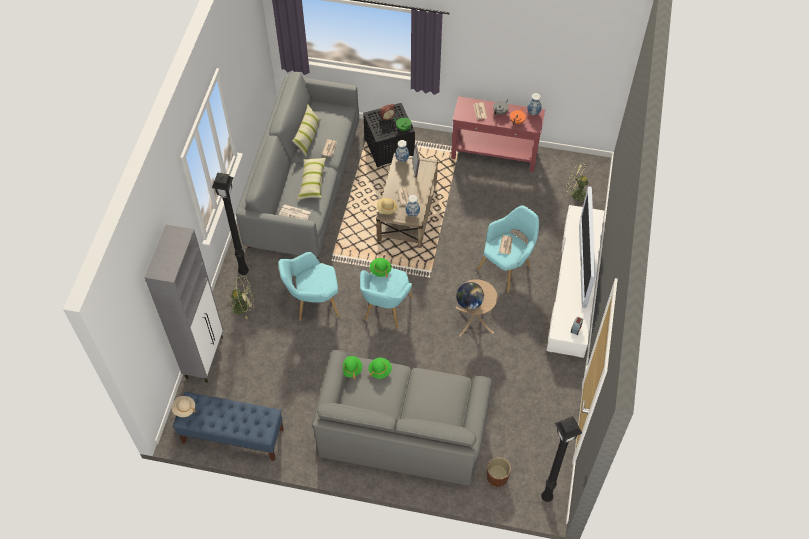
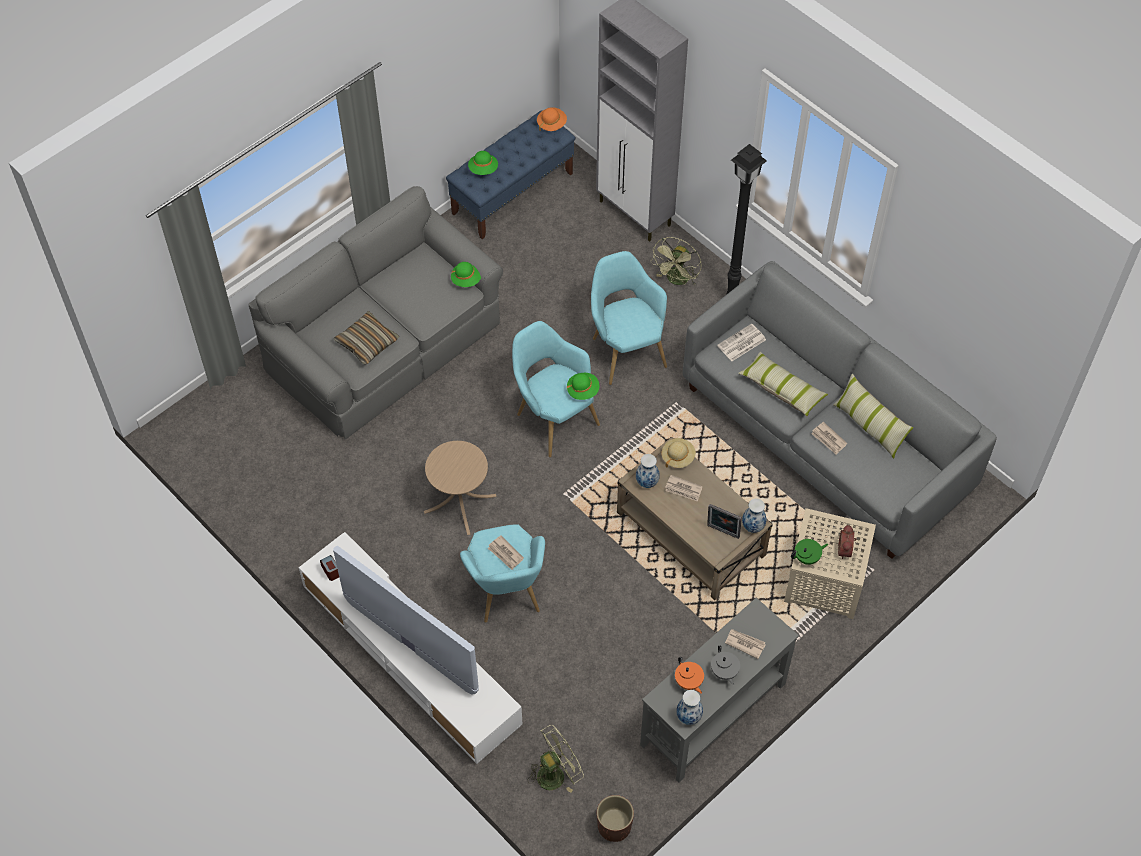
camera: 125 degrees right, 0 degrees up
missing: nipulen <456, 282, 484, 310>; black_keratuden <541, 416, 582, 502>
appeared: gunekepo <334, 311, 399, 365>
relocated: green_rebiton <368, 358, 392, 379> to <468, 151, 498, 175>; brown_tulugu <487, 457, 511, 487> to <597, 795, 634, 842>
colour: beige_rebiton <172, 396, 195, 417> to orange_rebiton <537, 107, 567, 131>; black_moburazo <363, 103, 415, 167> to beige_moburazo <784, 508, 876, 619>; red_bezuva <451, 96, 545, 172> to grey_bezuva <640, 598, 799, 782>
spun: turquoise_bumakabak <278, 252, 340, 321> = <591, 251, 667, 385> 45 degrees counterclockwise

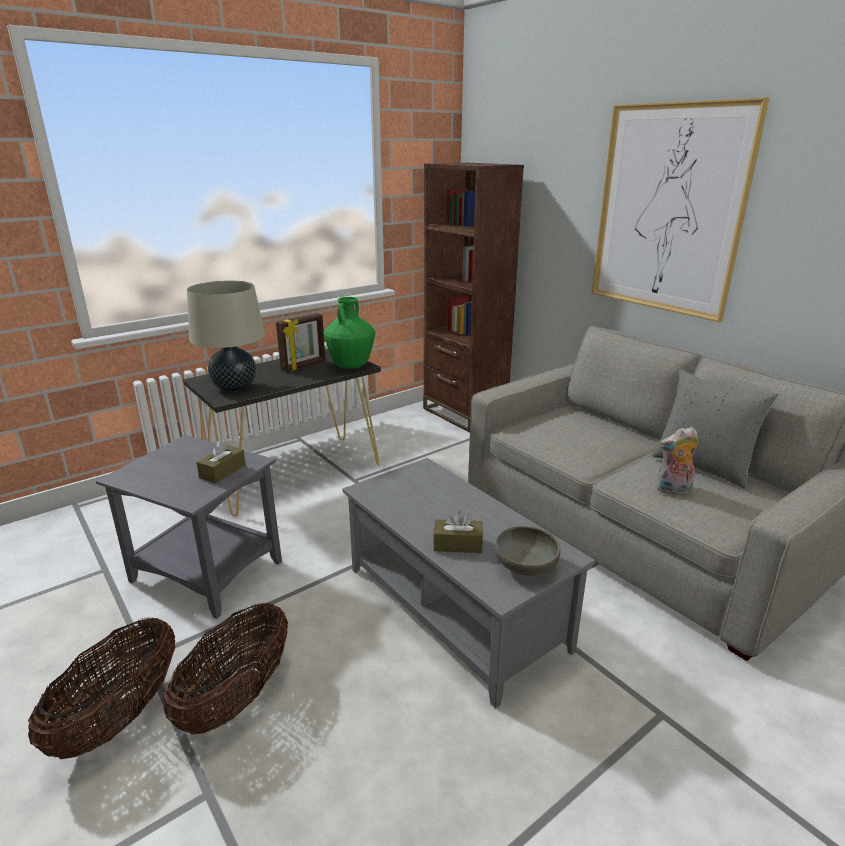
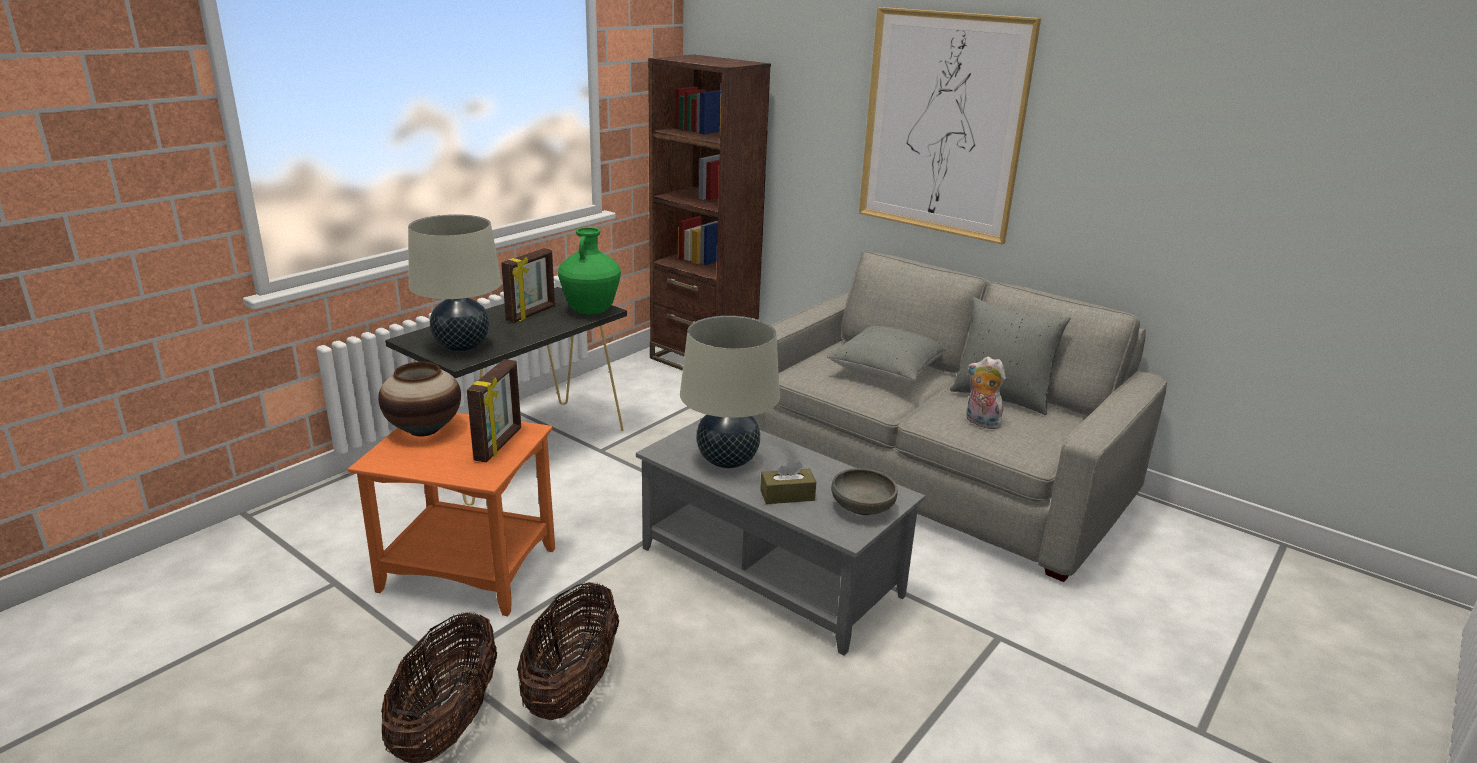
camera: 15 degrees left, 0 degrees up
appeared: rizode <378, 362, 461, 437>; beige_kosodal <680, 316, 780, 468>; grey_gunekepo <827, 326, 946, 382>
exchanged: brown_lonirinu <196, 439, 246, 484> to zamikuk <467, 359, 521, 462>
colour: grey_moburazo <96, 435, 282, 619> to orange_moburazo <348, 413, 555, 616>
spun: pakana <657, 427, 698, 495> = <966, 356, 1006, 429> 60 degrees clockwise

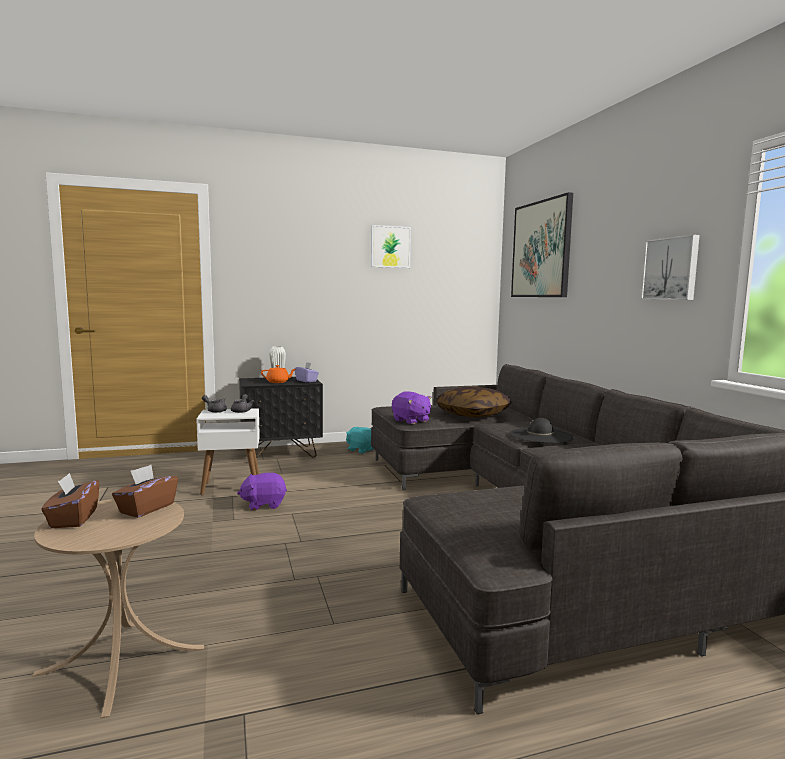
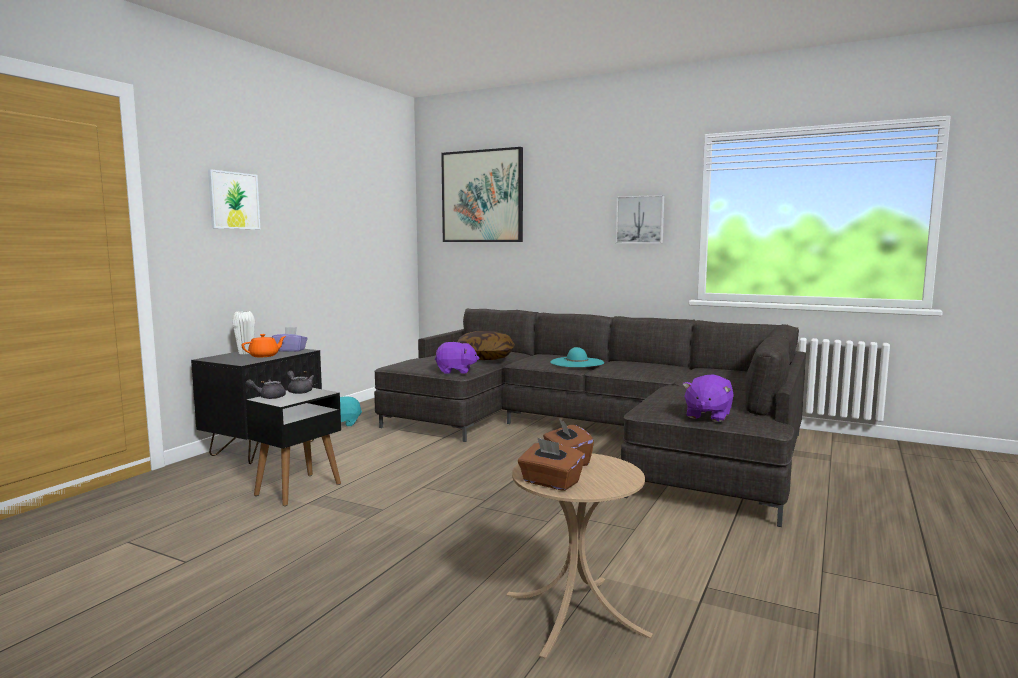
camera: 45 degrees left, 0 degrees up
relocated: purple_pakana <237, 473, 287, 510> to <682, 374, 734, 422>; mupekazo <371, 225, 411, 268> to <208, 169, 260, 229>
colour: white_moburazo <196, 408, 260, 495> to black_moburazo <246, 388, 341, 506>; black_rebiton <509, 418, 573, 443> to turquoise_rebiton <550, 347, 604, 367>

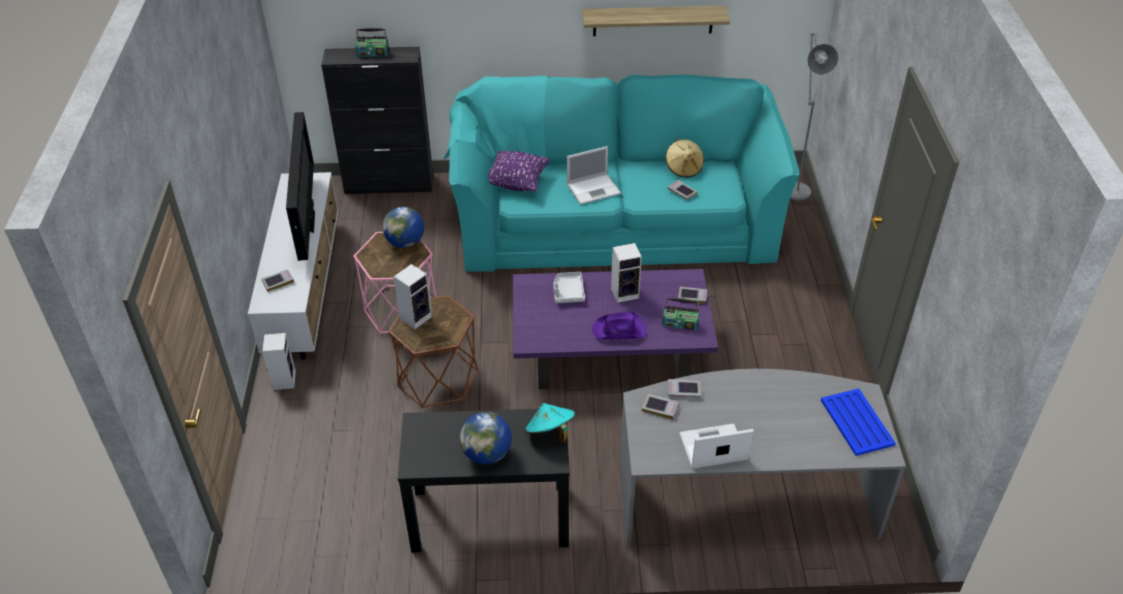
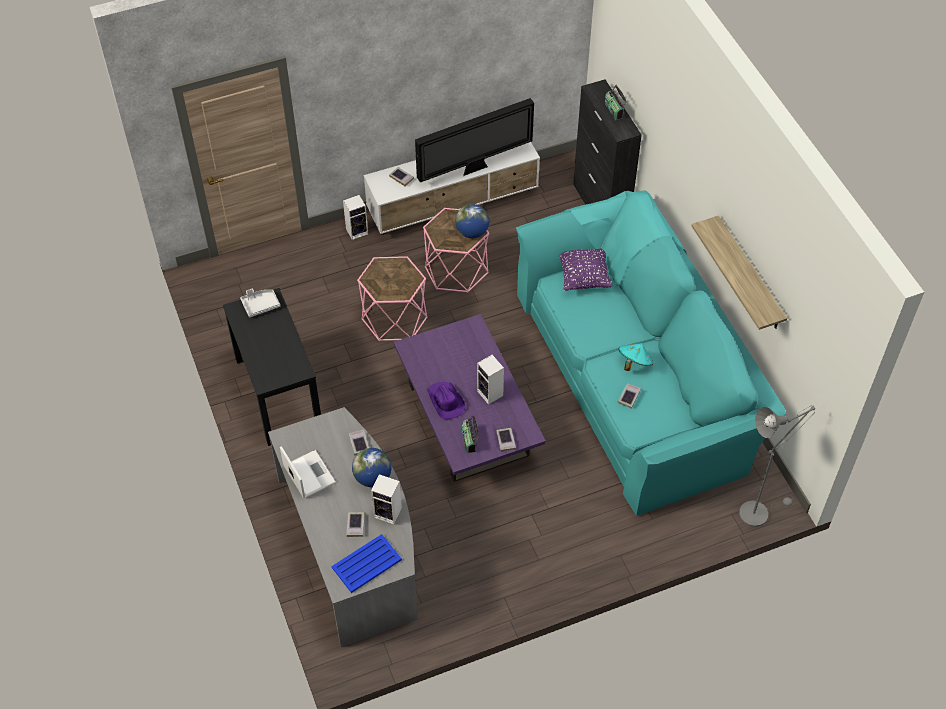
camera: 70 degrees right, 10 degrees up
missing: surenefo <567, 146, 621, 205>; beige_rebiton <666, 139, 704, 178>
relocated: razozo <393, 264, 432, 329> to <371, 474, 402, 525>; nipulen <460, 412, 512, 464> to <352, 448, 392, 487>; turquoise_rebiton <525, 403, 575, 443> to <618, 343, 653, 371>; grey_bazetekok <553, 272, 585, 303> to <240, 289, 280, 317>; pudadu <642, 394, 679, 420> to <346, 512, 365, 537>
colour: brown_moburazo <388, 295, 479, 408> to pink_moburazo <357, 256, 427, 341>

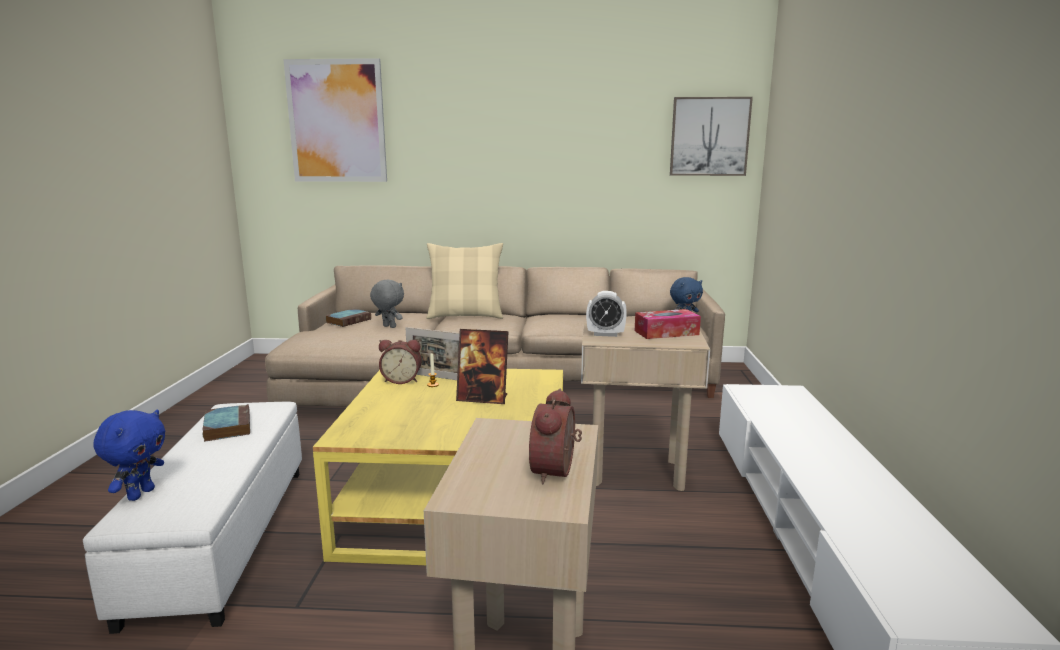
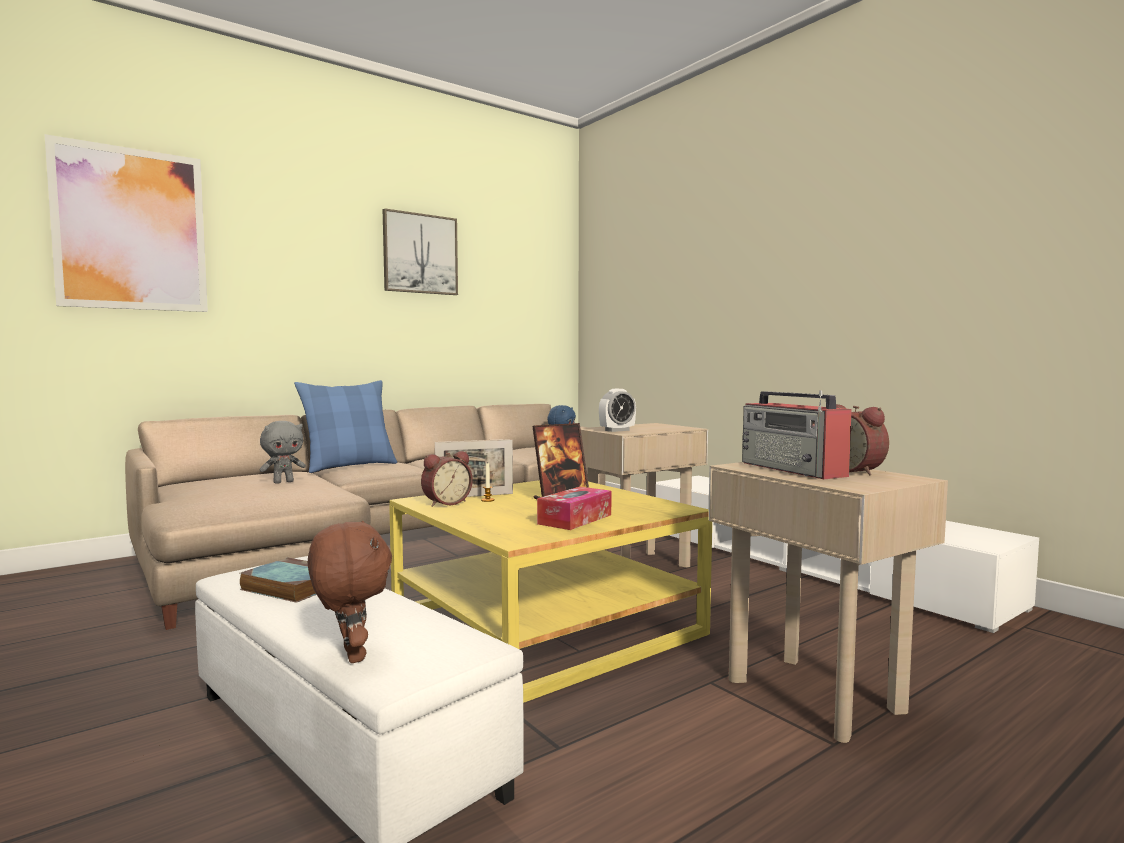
camera: 40 degrees left, 10 degrees down
missing: pudadu <325, 309, 371, 327>
appeared: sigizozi <742, 390, 852, 479>
relocated: lonirinu <635, 309, 701, 339> to <537, 487, 611, 530>; mupekazo <670, 97, 753, 176> to <383, 208, 458, 295>
colour: blue_pakana <94, 409, 165, 501> to brown_pakana <308, 521, 392, 663>; beige_gunekepo <426, 243, 503, 319> to blue_gunekepo <294, 380, 397, 473>
spun: grey_pakana <370, 280, 404, 328> = <260, 421, 306, 484> 150 degrees clockwise

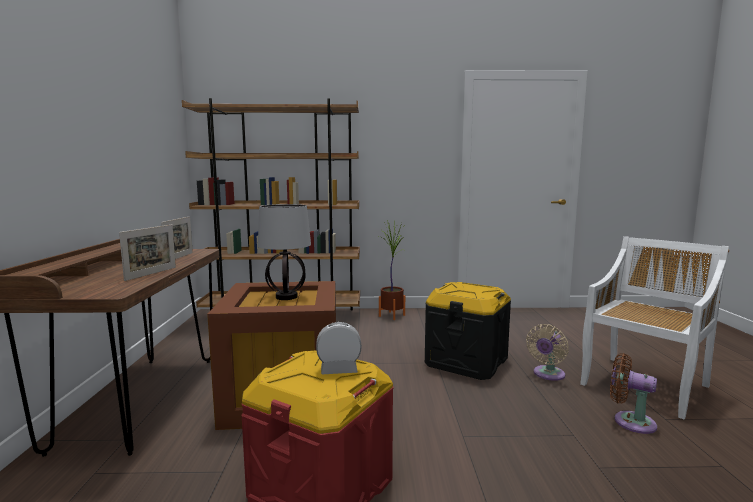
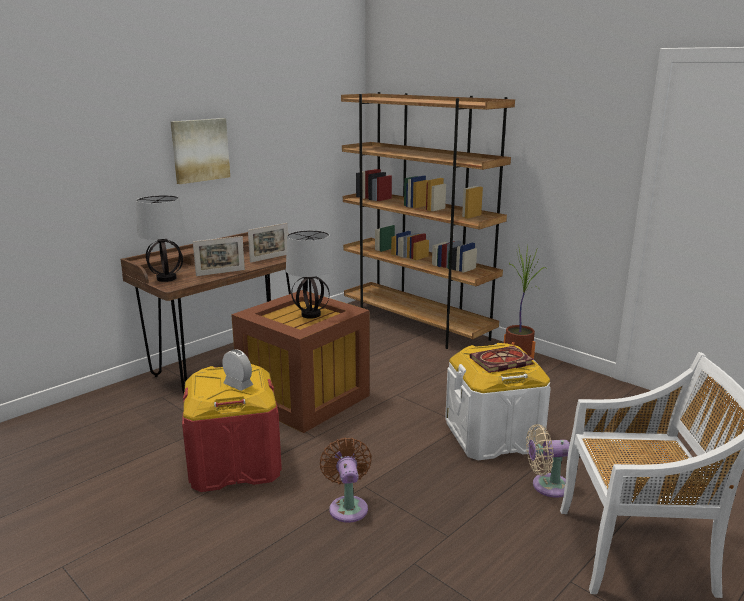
camera: 45 degrees right, 10 degrees up
appeared: kosodal <136, 195, 185, 282>; mupekazo <171, 118, 230, 184>; pudadu <470, 346, 534, 373>
relocated: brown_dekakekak <610, 353, 657, 434> to <320, 437, 372, 523>
colour: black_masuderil <425, 282, 511, 380> to white_masuderil <445, 343, 551, 461>

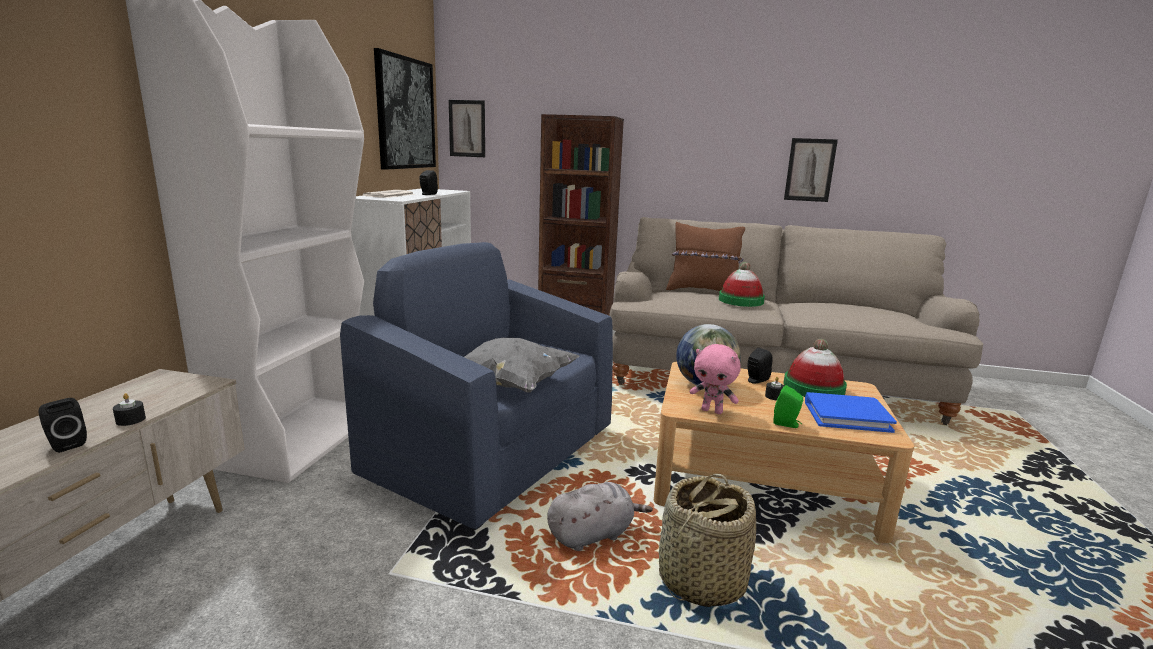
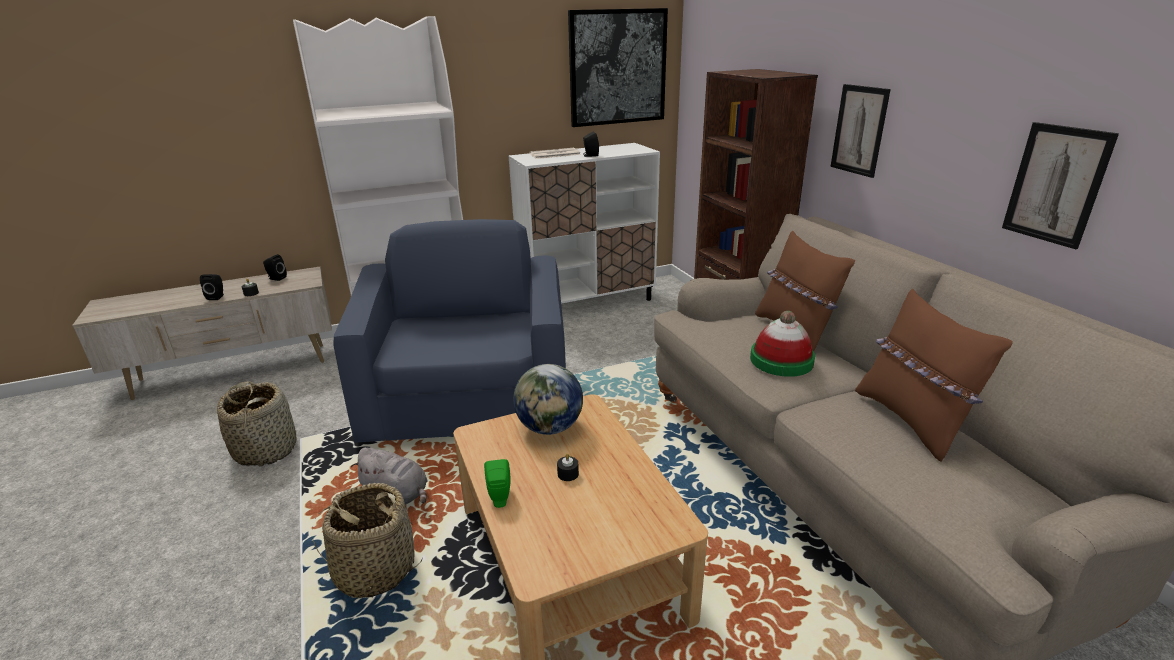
camera: 55 degrees right, 10 degrees up
missing: grey_gunekepo <464, 338, 580, 393>; pink_pakana <689, 344, 741, 414>; rebiton <783, 339, 847, 397>; blue_pudadu <805, 392, 897, 433>
appeared: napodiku <217, 381, 297, 467>; brown_gunekepo <855, 289, 1013, 462>
relocated: mupekazo <449, 100, 485, 157> to <831, 84, 891, 178>; black_razozo <748, 348, 772, 384> to <263, 254, 287, 281>

